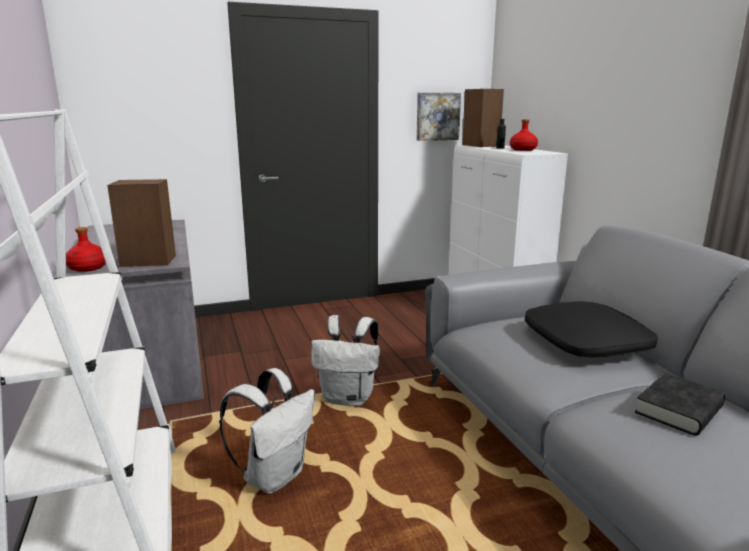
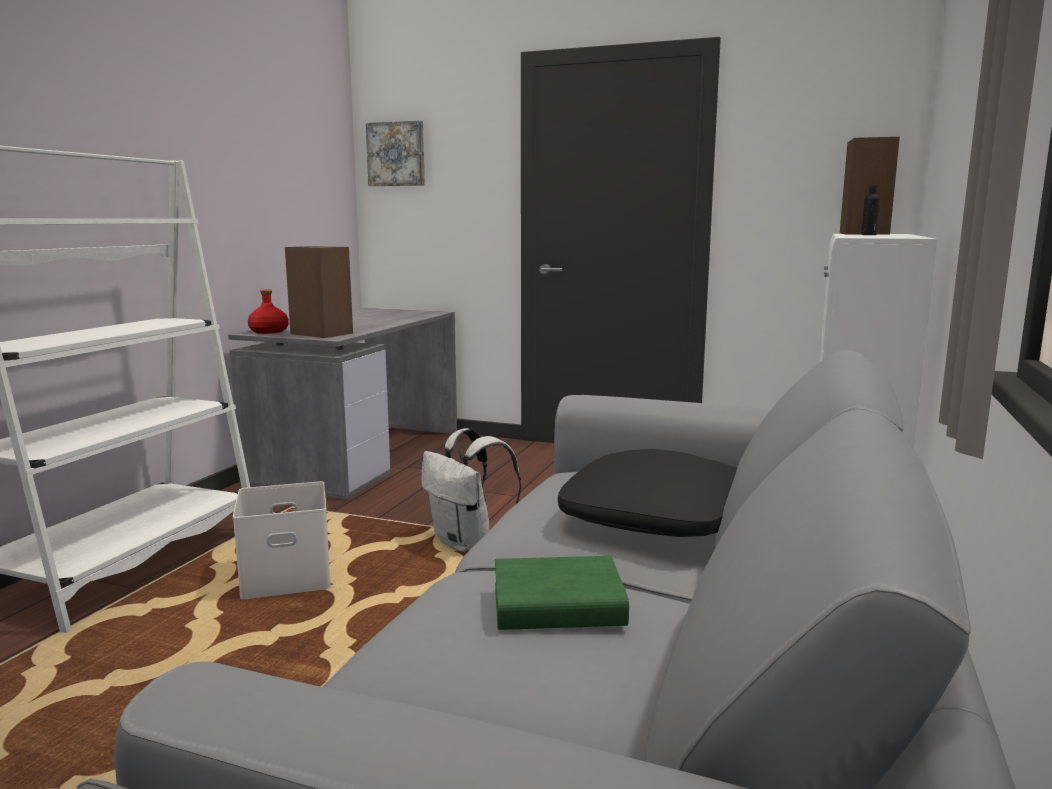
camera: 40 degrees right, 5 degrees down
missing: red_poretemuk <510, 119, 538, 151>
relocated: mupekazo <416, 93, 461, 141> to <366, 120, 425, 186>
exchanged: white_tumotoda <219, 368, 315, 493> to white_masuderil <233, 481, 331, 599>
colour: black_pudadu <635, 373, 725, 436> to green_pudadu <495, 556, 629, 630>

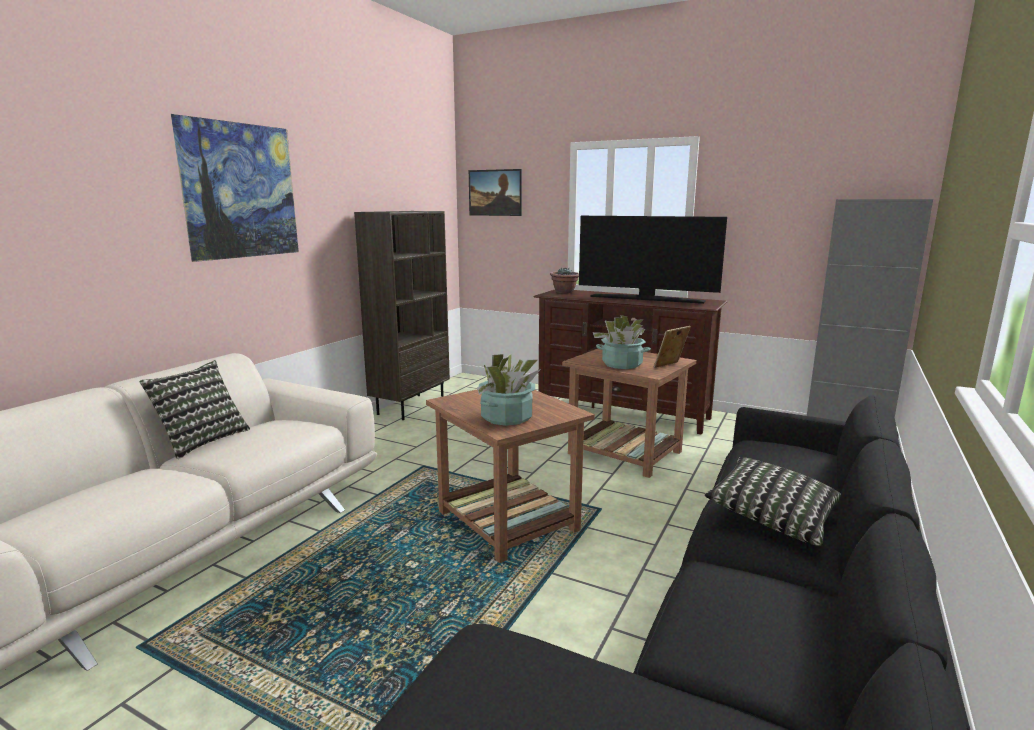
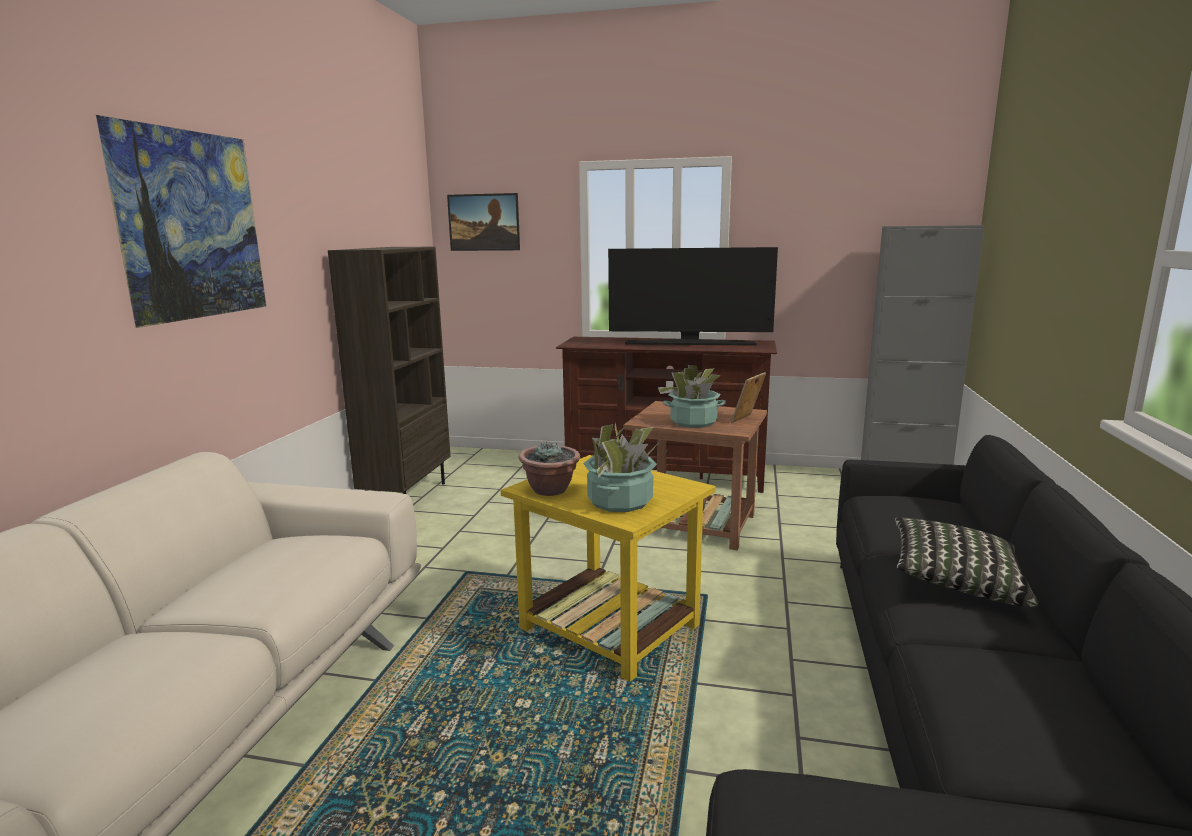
camera: 15 degrees left, 0 degrees up
missing: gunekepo <139, 360, 250, 459>
relocated: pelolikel <550, 267, 579, 293> to <519, 442, 580, 496>
colour: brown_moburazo <426, 390, 595, 563> to yellow_moburazo <501, 455, 716, 682>

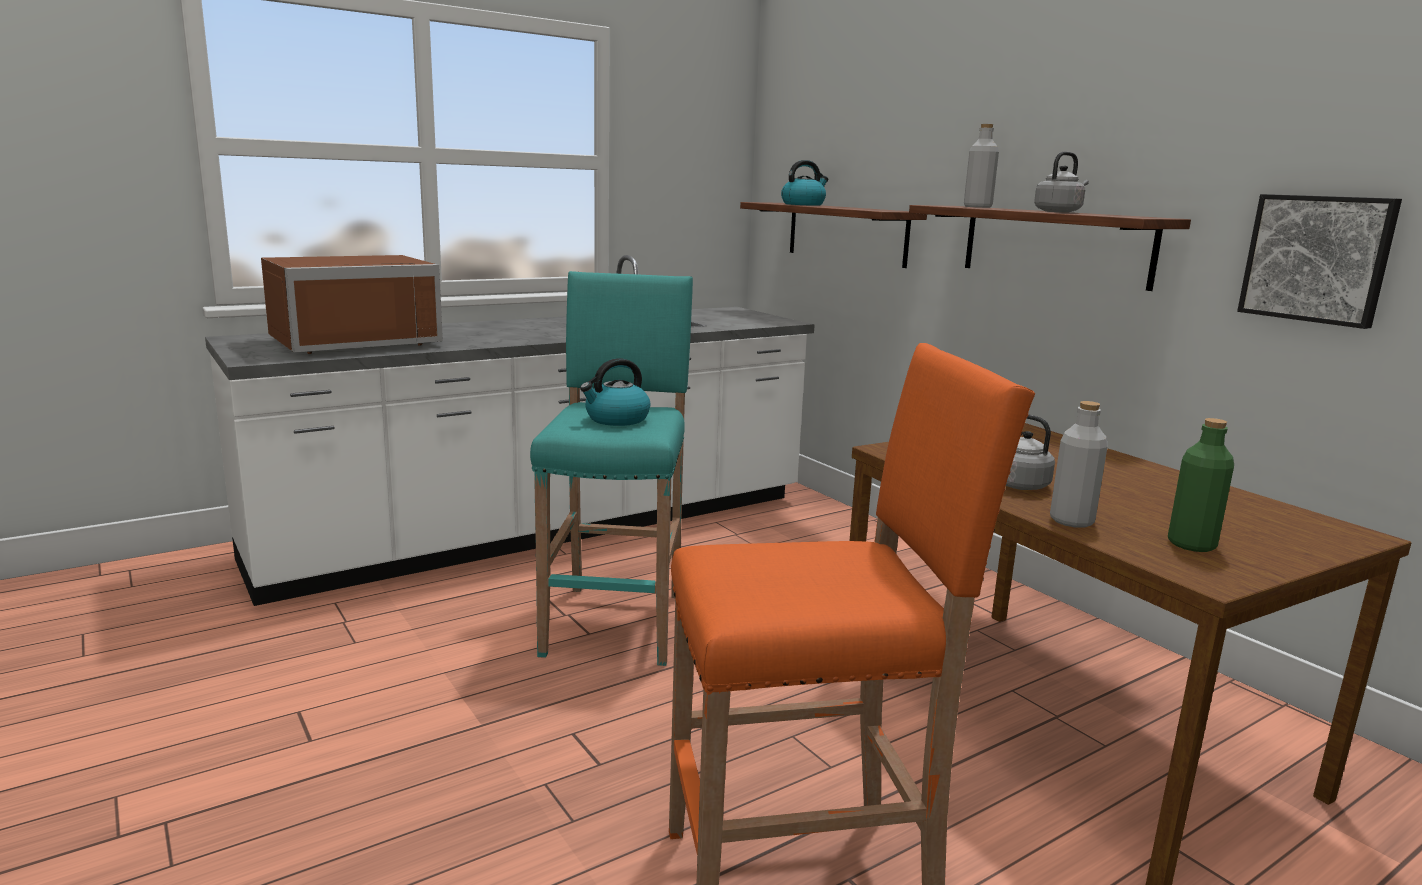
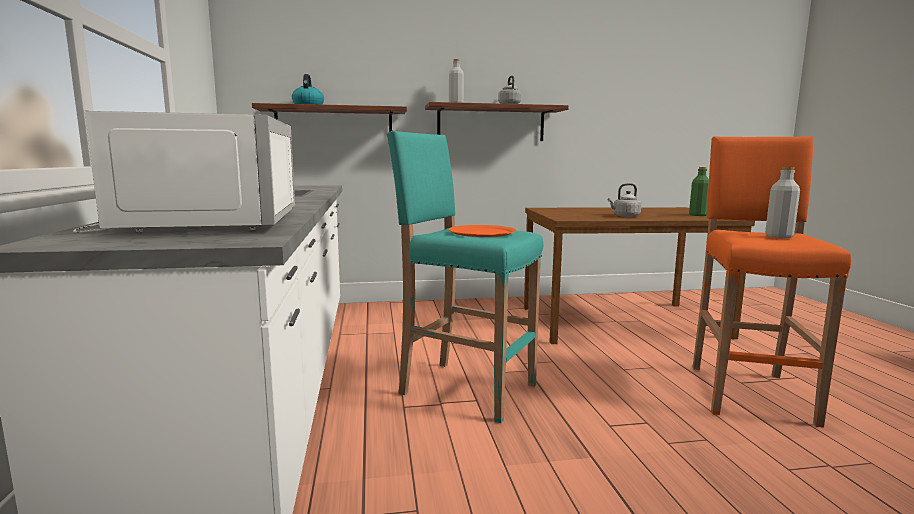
camera: 65 degrees left, 5 degrees down
missing: mupekazo <1237, 194, 1402, 329>
relocated: grey_poretemuk <1050, 401, 1108, 528> to <765, 167, 800, 238>
exchanged: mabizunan <580, 358, 651, 426> to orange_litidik <449, 225, 516, 237>
colour: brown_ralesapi <261, 255, 443, 354> to white_ralesapi <73, 111, 295, 233>

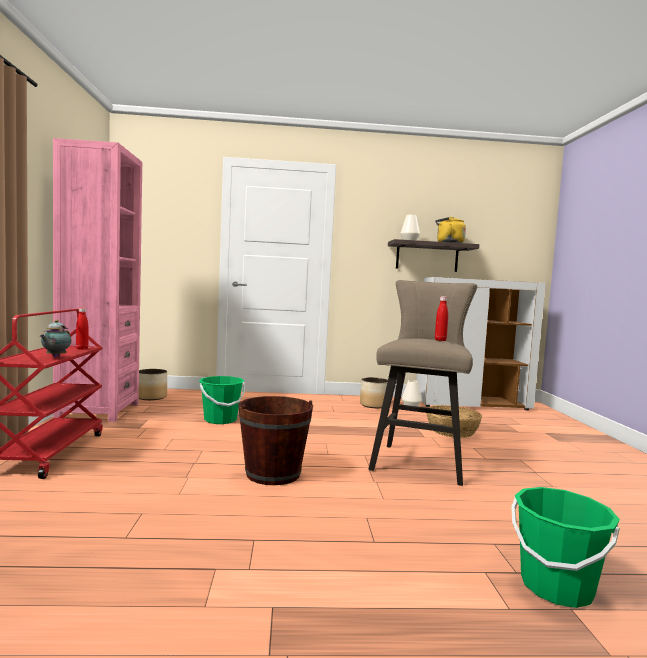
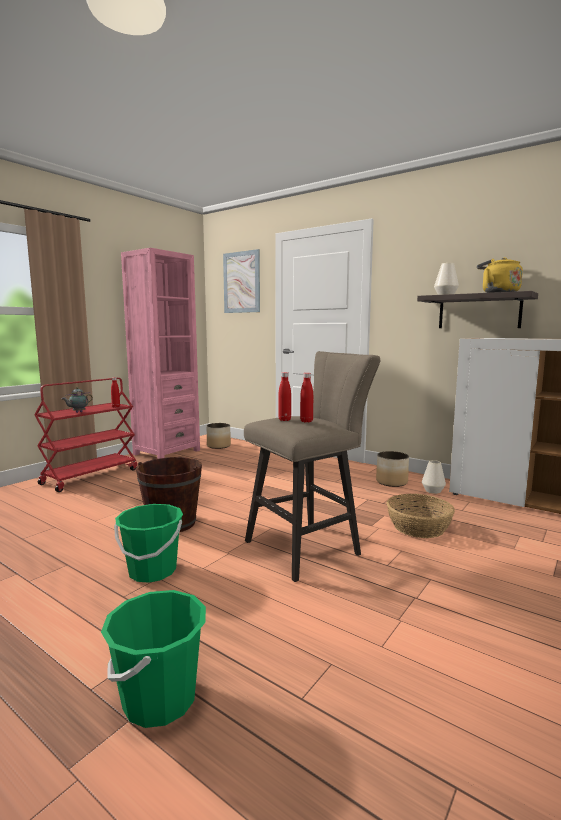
camera: 40 degrees right, 5 degrees up
appeared: mupekazo <223, 249, 260, 313>; red_poretemuk <278, 372, 291, 421>
relocated: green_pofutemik <199, 376, 245, 424> to <114, 504, 183, 583>

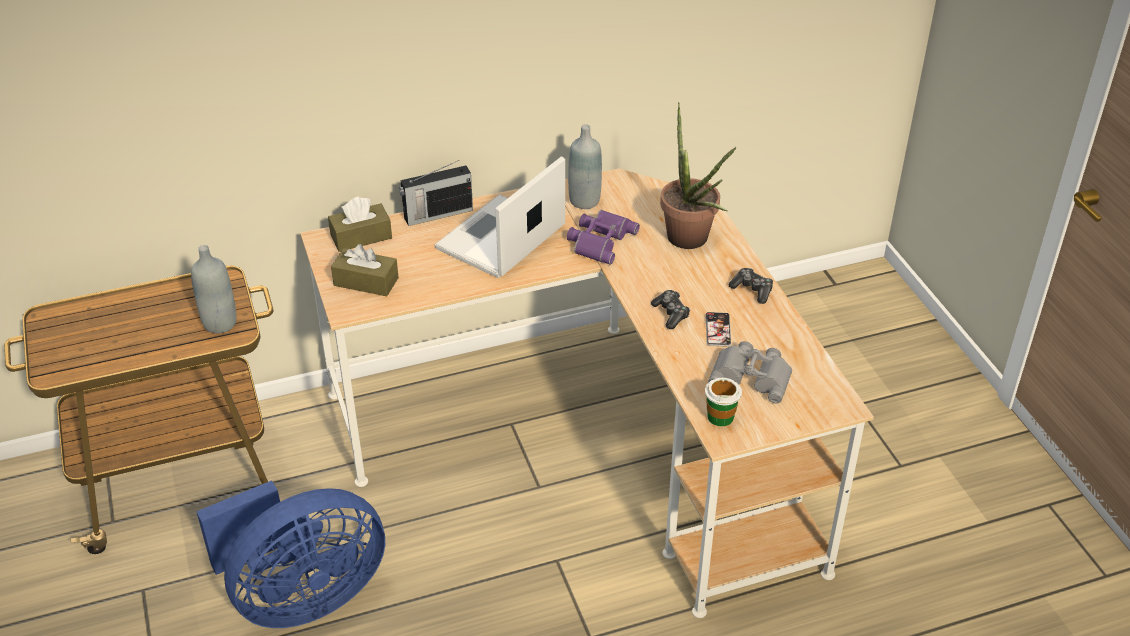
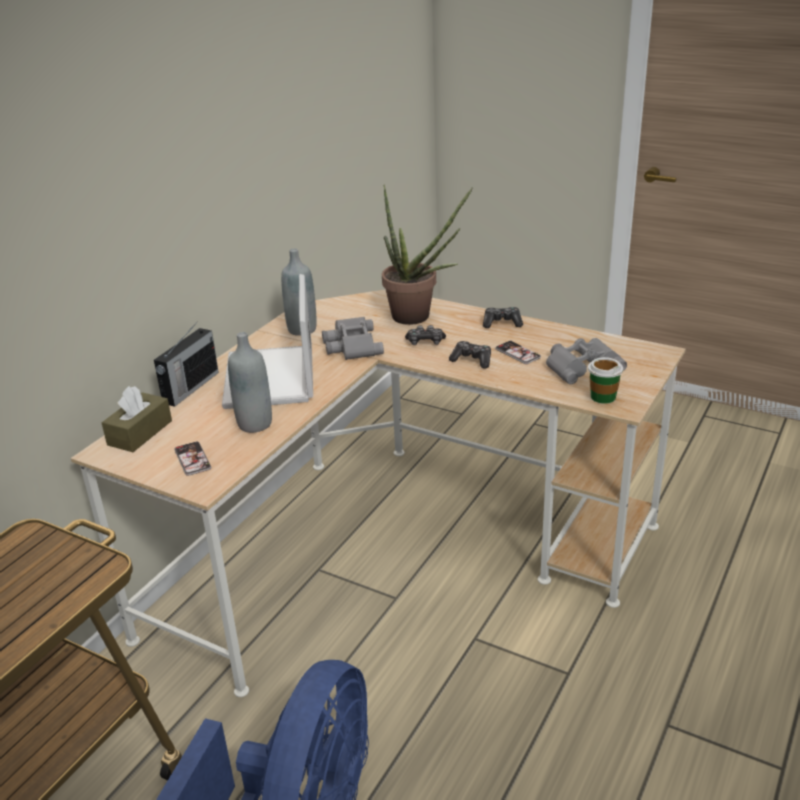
camera: 40 degrees left, 10 degrees down
appeared: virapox <405, 325, 446, 345>
relocated: grey_poretemuk <191, 245, 237, 333> to <228, 332, 272, 433>
exchanged: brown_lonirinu <331, 244, 399, 296> to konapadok <174, 442, 211, 476>
colour: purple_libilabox <567, 210, 640, 265> to grey_libilabox <322, 317, 384, 360>

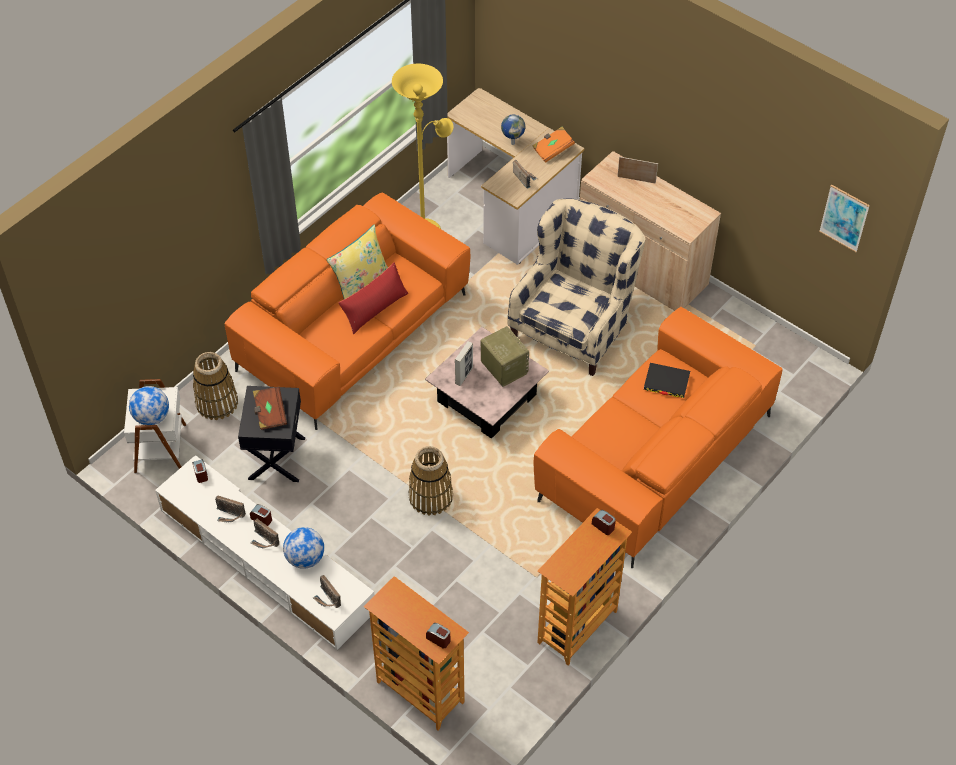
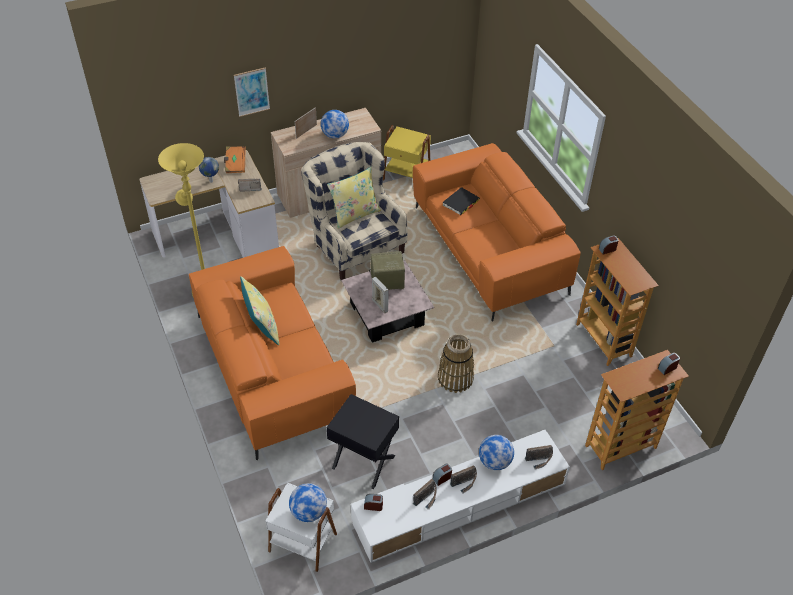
camera: 65 degrees left, 5 degrees down
missing: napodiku <193, 352, 238, 420>; brown_pudadu <253, 386, 287, 430>; red_gunekepo <339, 262, 408, 334>
appeared: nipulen <321, 110, 349, 138>; yellow_gunekepo <327, 167, 381, 229>; yellow_moburazo <383, 125, 431, 181>
relocated: mupekazo <819, 184, 870, 252> to <234, 67, 270, 117>

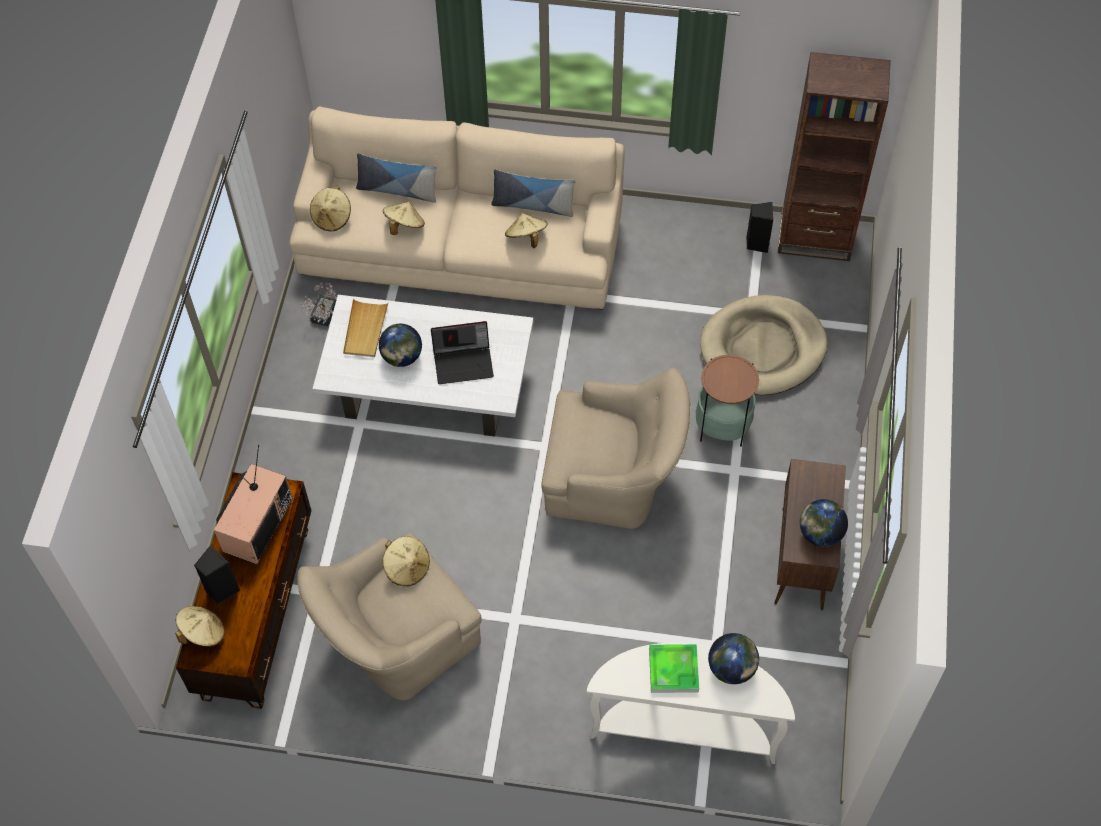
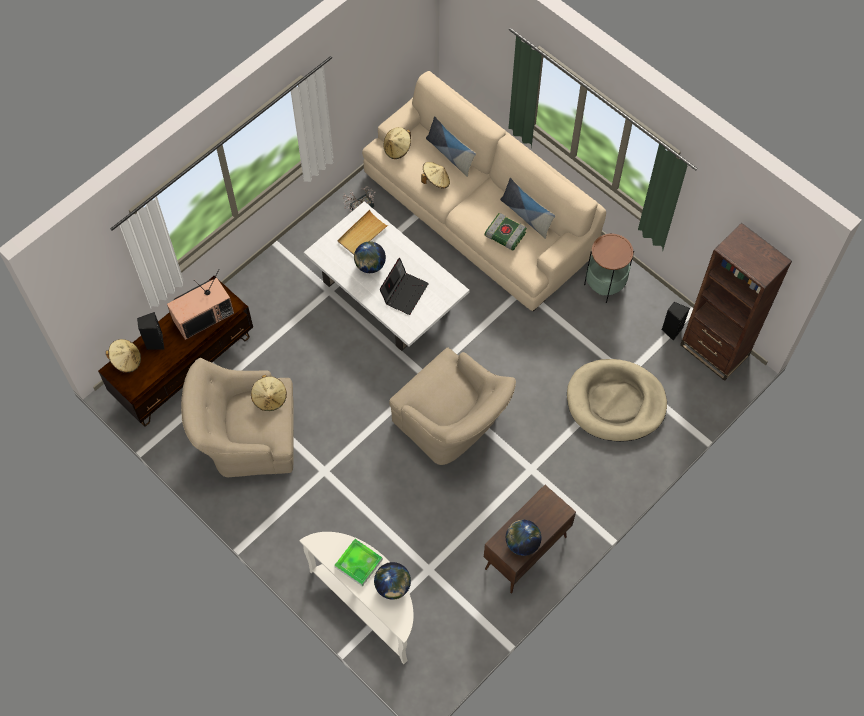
camera: 35 degrees right, 5 degrees up
relocated: moburazo <696, 355, 759, 447> to <584, 233, 634, 303>
exchanged: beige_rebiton <505, 213, 547, 248> to pudadu <484, 213, 527, 250>
spun: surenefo <431, 321, 494, 384> = <380, 258, 429, 315> 90 degrees counterclockwise

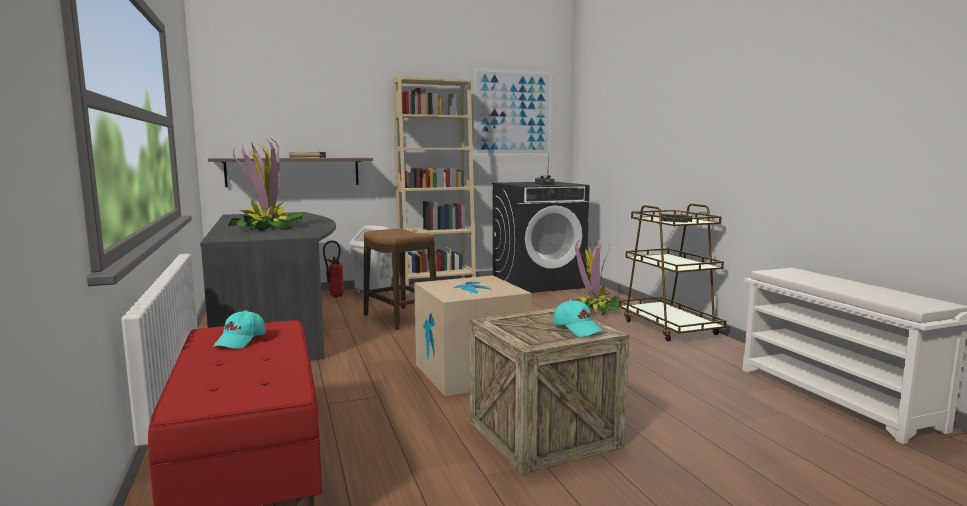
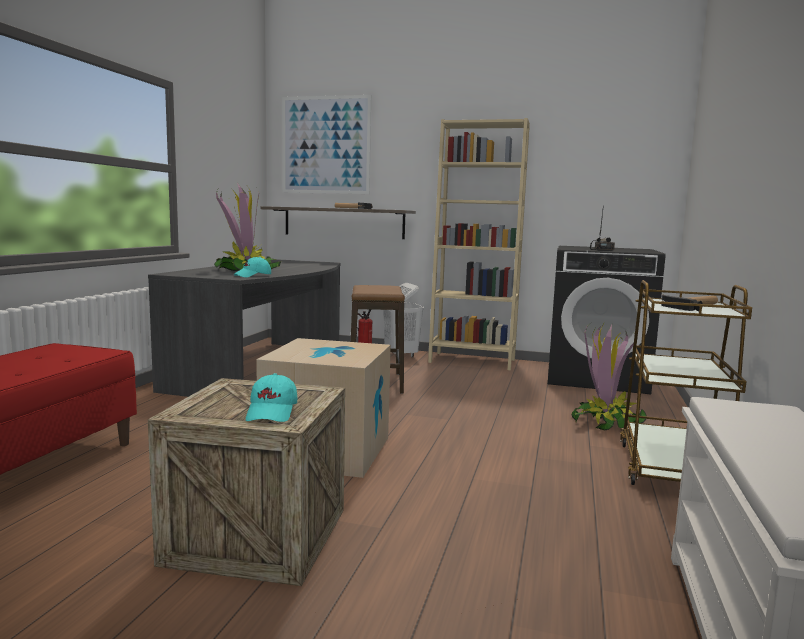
camera: 35 degrees right, 0 degrees up
relocated: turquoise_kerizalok <213, 310, 265, 349> to <234, 257, 271, 277>; mupekazo <474, 68, 552, 156> to <282, 95, 371, 194>

